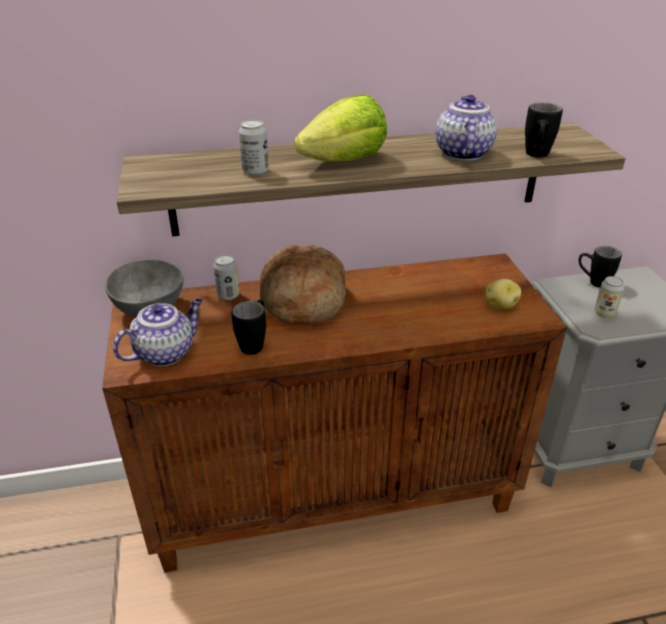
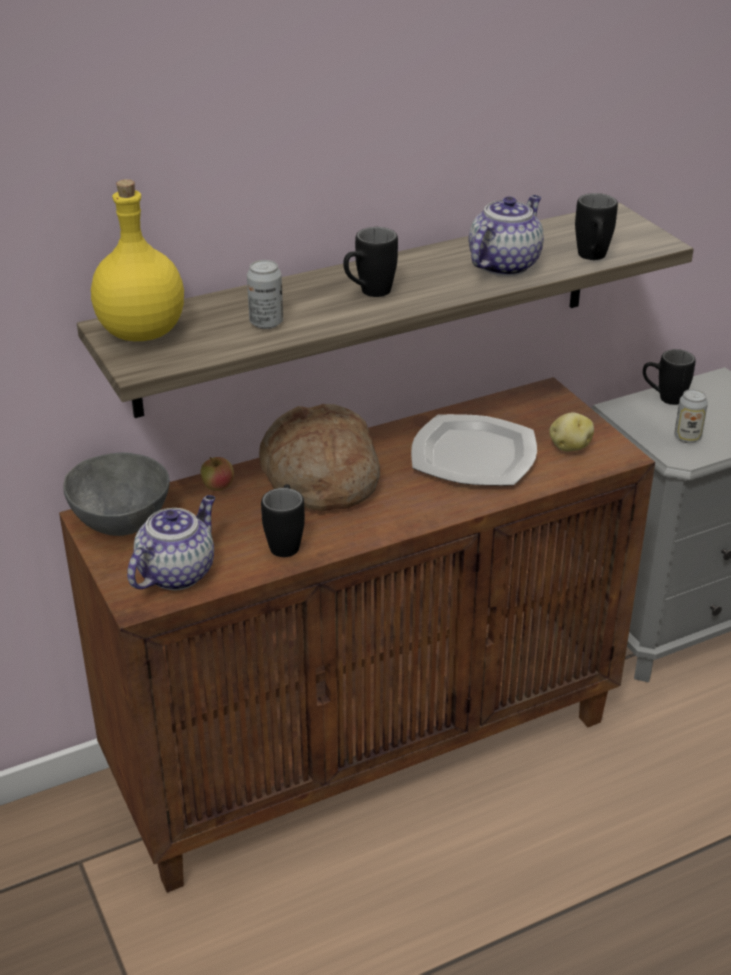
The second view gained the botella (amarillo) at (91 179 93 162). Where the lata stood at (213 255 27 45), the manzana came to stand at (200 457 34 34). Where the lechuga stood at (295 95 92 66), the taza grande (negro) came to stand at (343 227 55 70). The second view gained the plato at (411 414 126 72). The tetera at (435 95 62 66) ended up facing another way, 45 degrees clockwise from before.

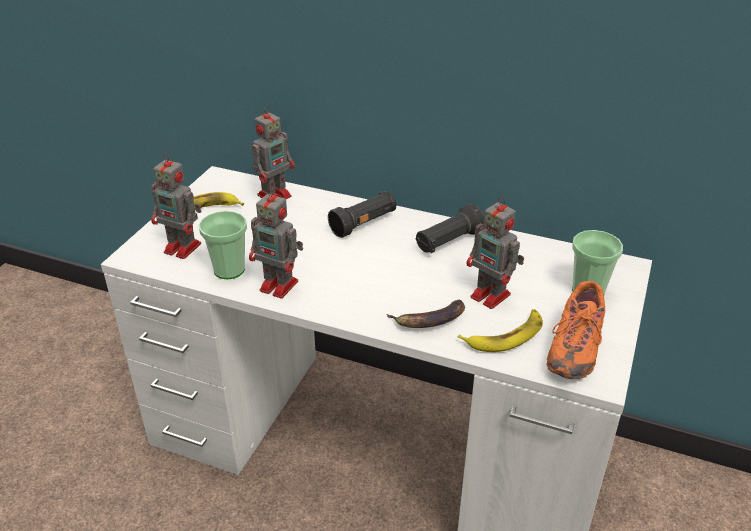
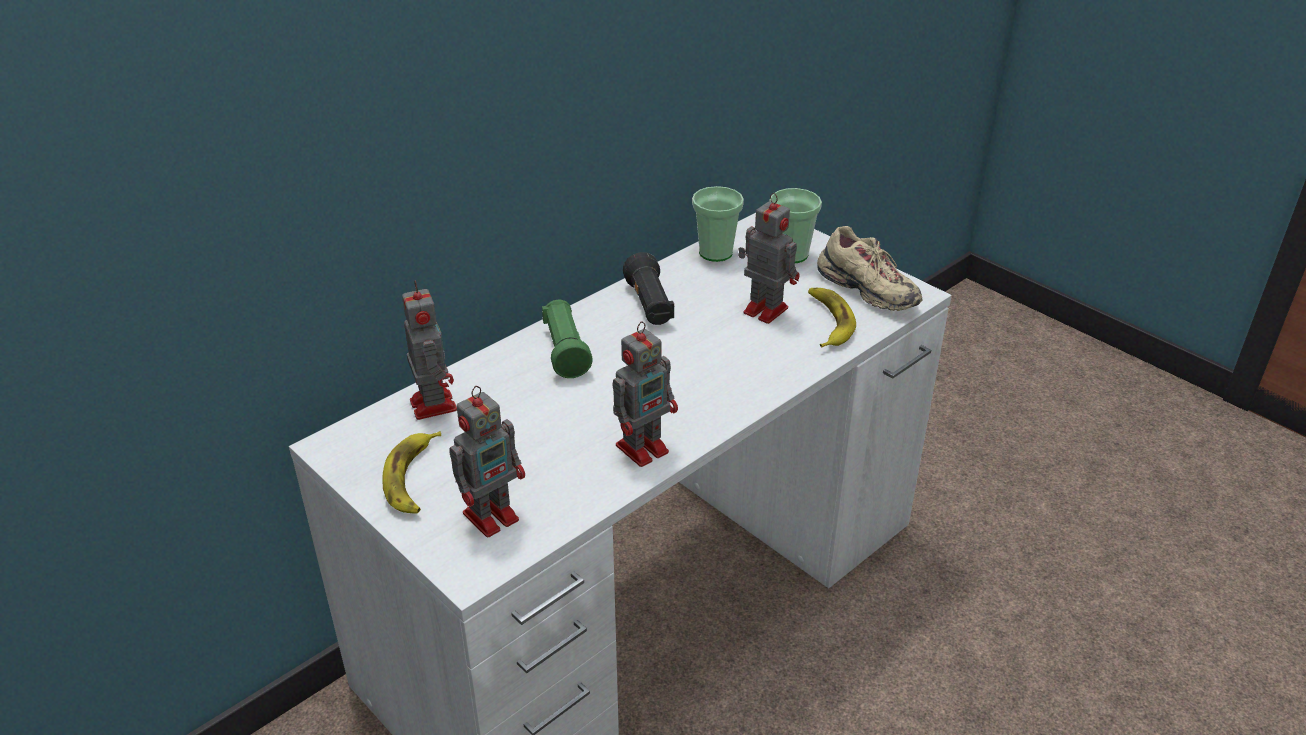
What was the linterna (negro) at (328 191 69 47) turned into the linterna (verde) at (542 300 51 78). The taza ended up elsewhere, having gone from (199 211 48 69) to (692 186 52 76). The robot de juguete at (467 196 57 113) ended up facing another way, 120 degrees counterclockwise from before. What was the zapato (naranja) at (547 281 58 98) turned into the zapato (beis) at (817 226 105 85). The second view lost the plátano at (386 299 79 29).

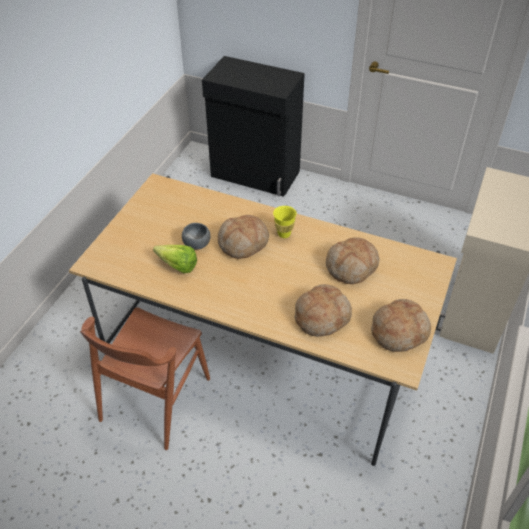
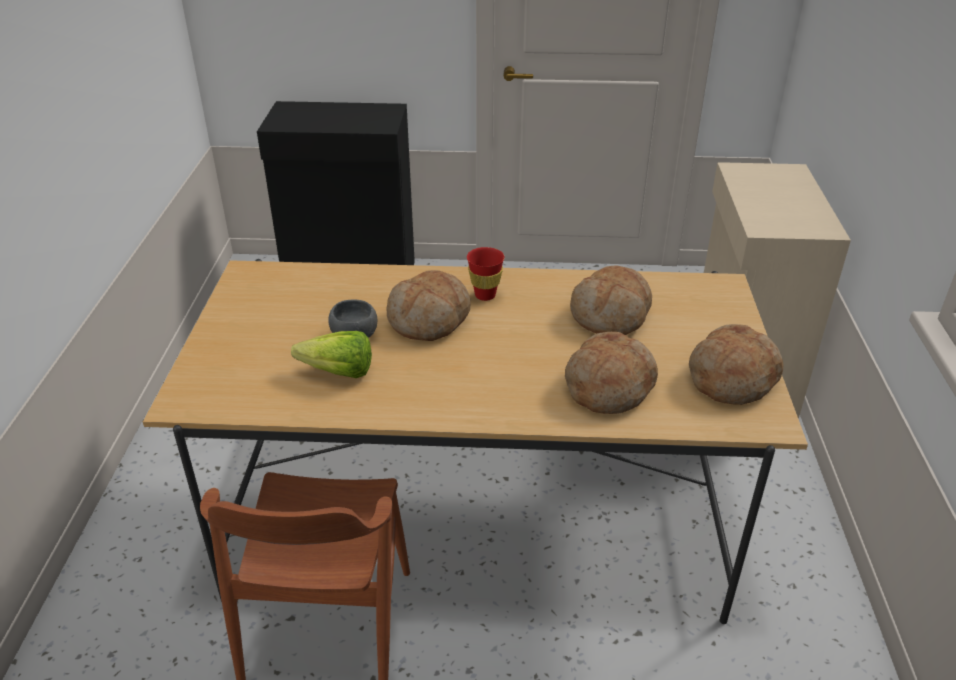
What was the taza (amarillo) at (273 206 24 32) turned into the taza (rojo) at (467 247 37 54).

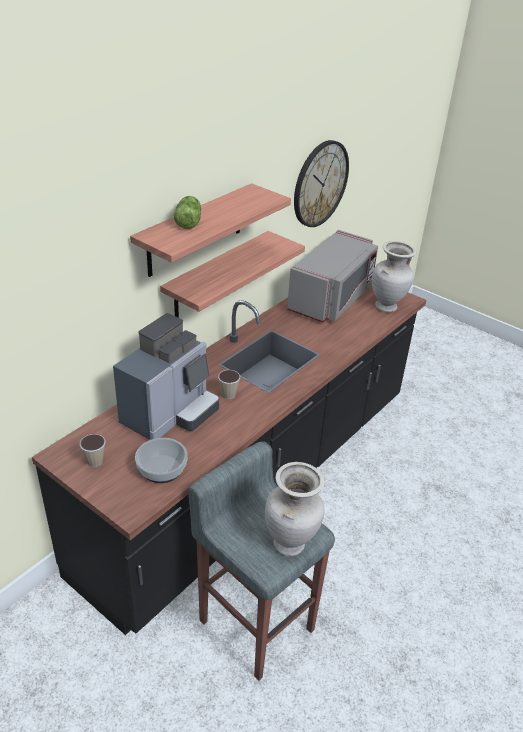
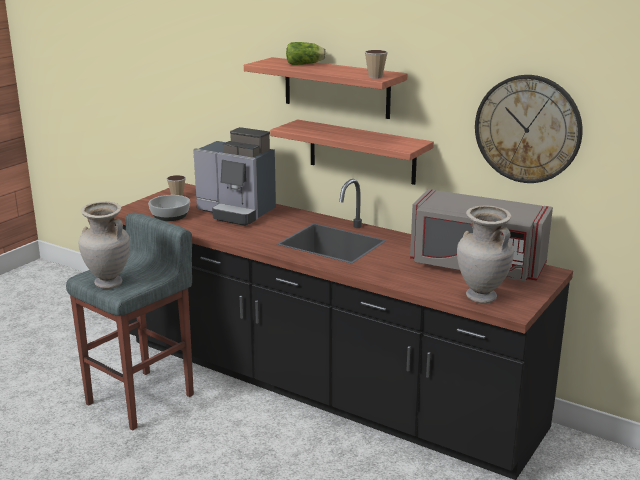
The taza ended up elsewhere, having gone from (218 370 22 29) to (365 50 23 29).

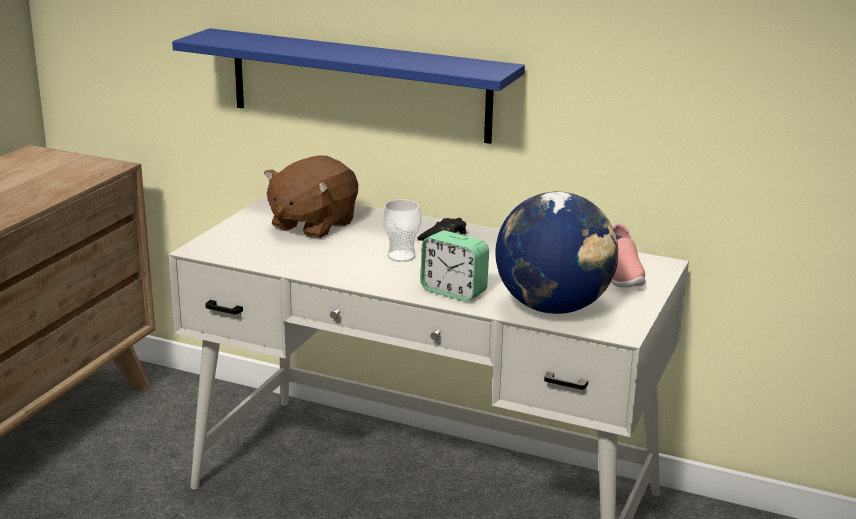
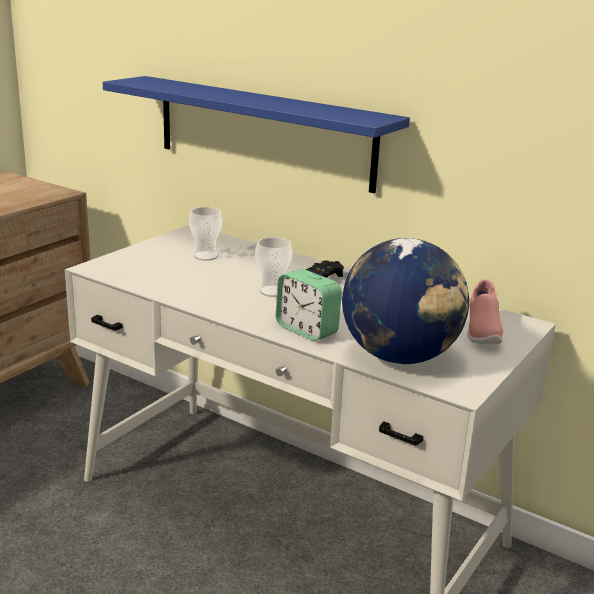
Where the peluche (marrón) stood at (264 156 94 83), the taza came to stand at (189 207 34 54).

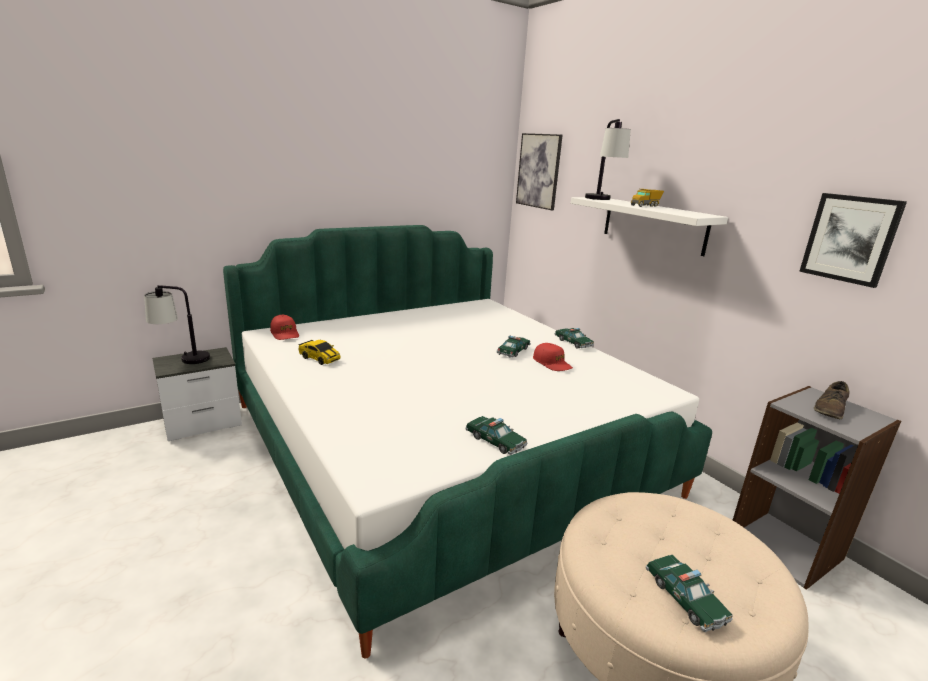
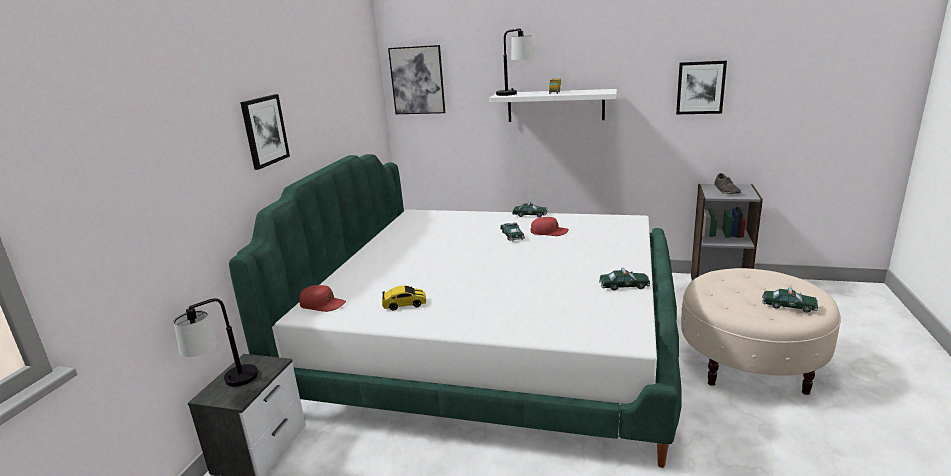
The second view gained the cuadro at (240 94 50 76).

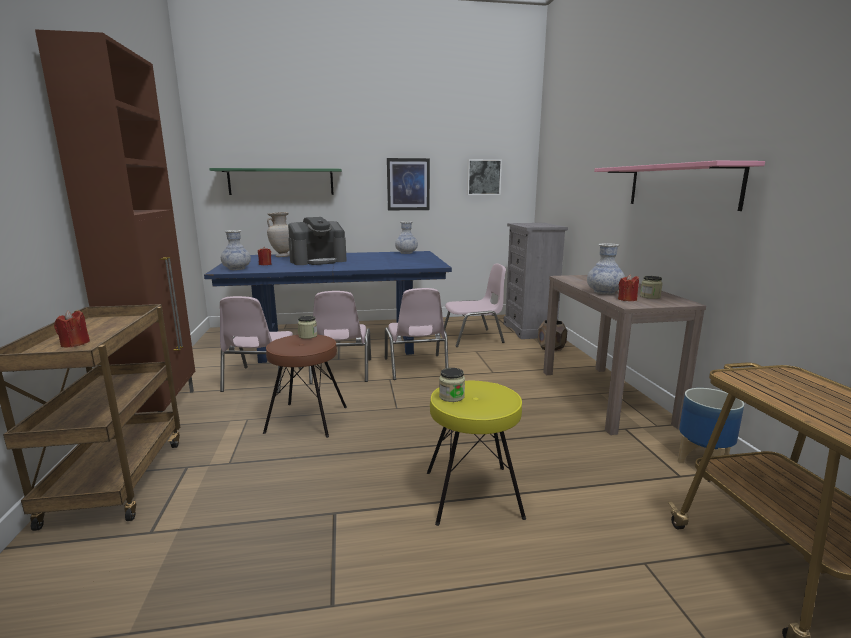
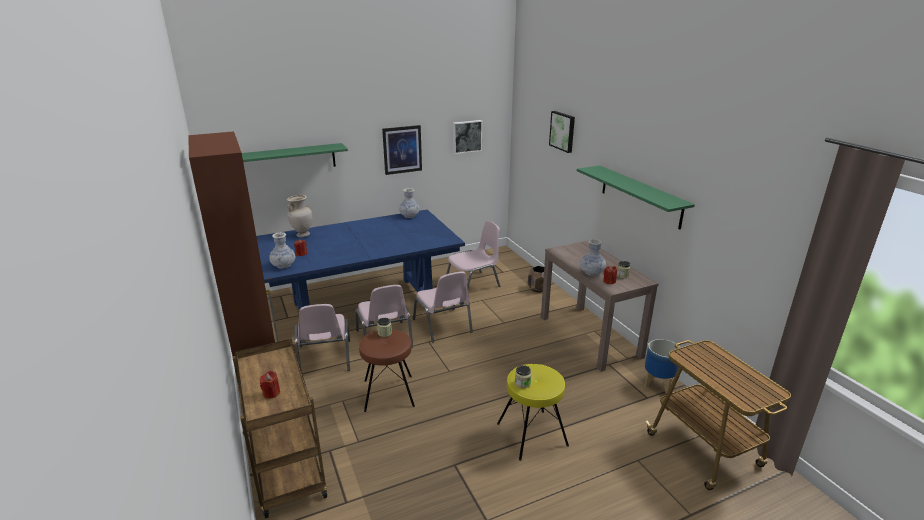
The second view gained the cuadro at (549 111 26 42). What was the estante (rosa) at (594 161 171 50) turned into the estante (verde) at (577 165 118 65). The second view lost the cafetera at (288 217 59 48). The second view lost the cómoda (gris) at (504 223 64 116).

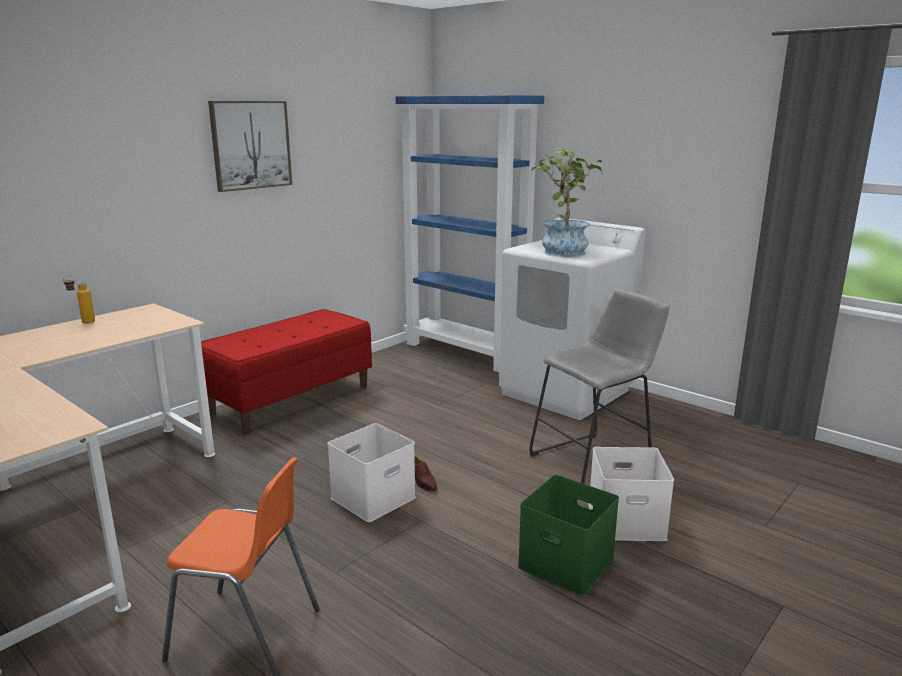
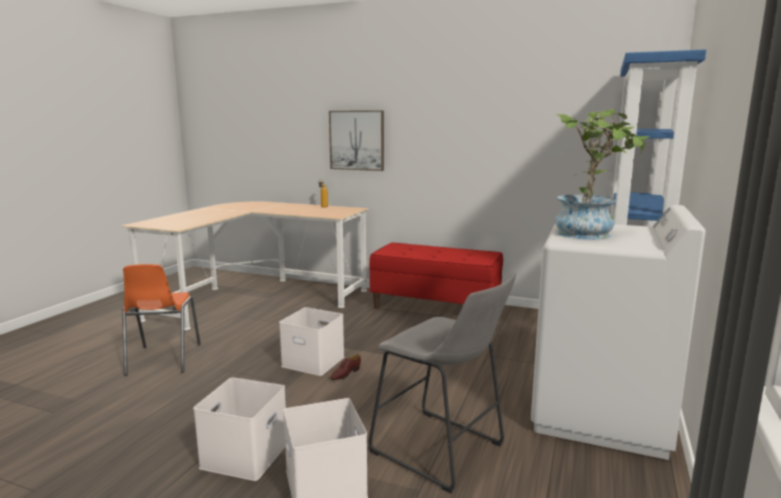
What was the caja de almacenaje (verde) at (518 475 101 121) turned into the caja de almacenaje (blanco) at (193 377 93 104). The cuadro ended up elsewhere, having gone from (208 101 84 91) to (329 110 55 61).

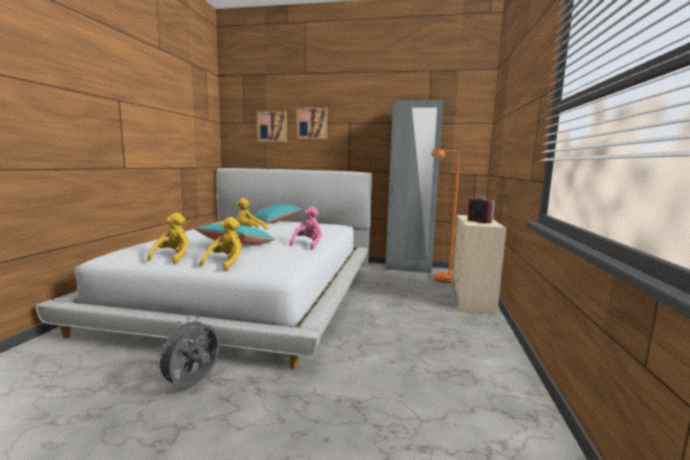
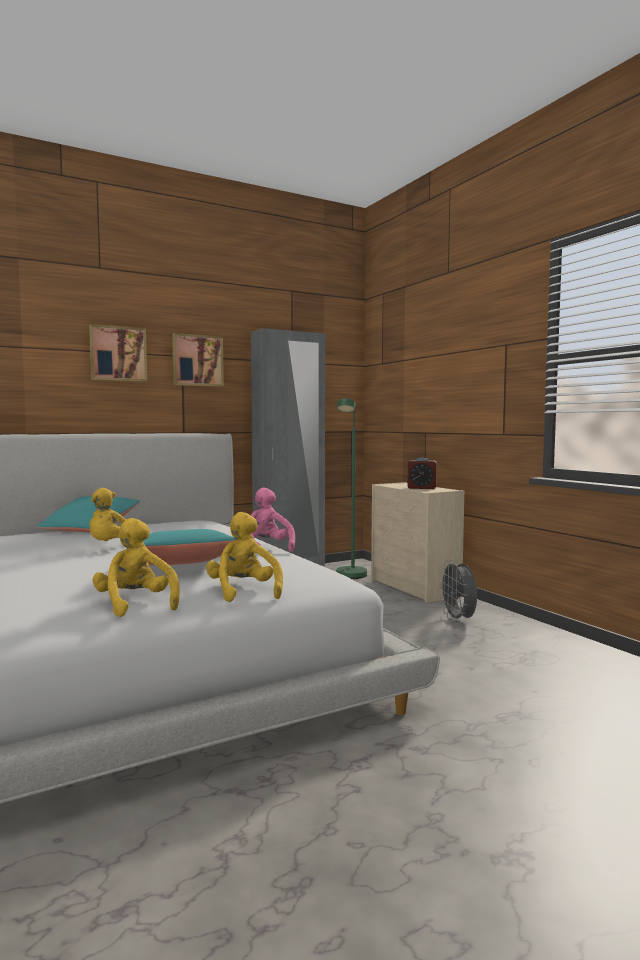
The cuadro ended up elsewhere, having gone from (257 111 30 31) to (172 333 52 54). What was the lámpara de pie (naranja) at (431 149 28 134) turned into the lámpara de pie (verde) at (336 398 31 181). The ventilador (gris) ended up elsewhere, having gone from (154 317 66 71) to (438 560 39 63).

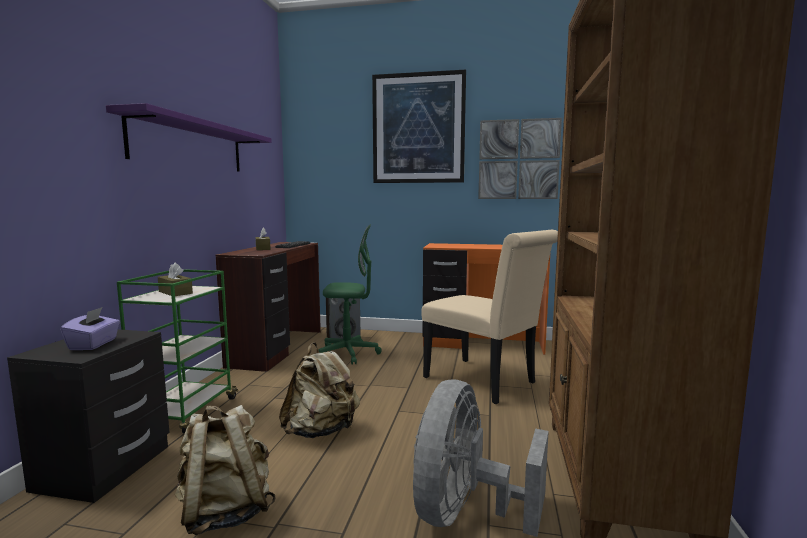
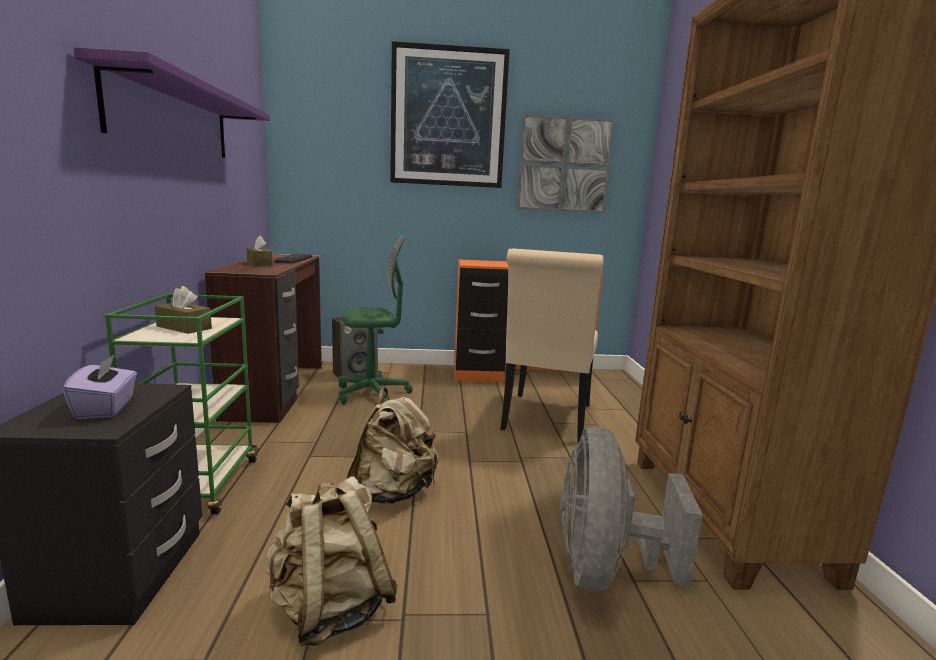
The silla (beis) at (421 230 137 174) ended up facing another way, 75 degrees clockwise from before.

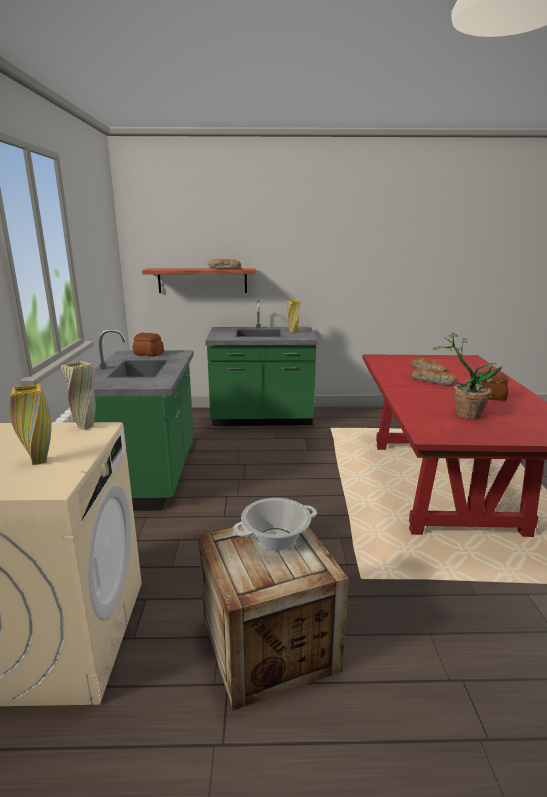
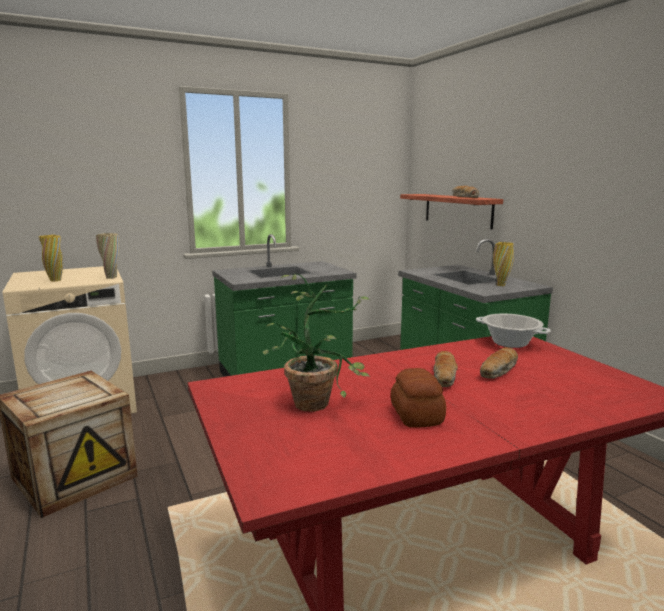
The olla ended up elsewhere, having gone from (233 498 84 53) to (476 314 75 34). The second view lost the pan at (133 333 31 24).

